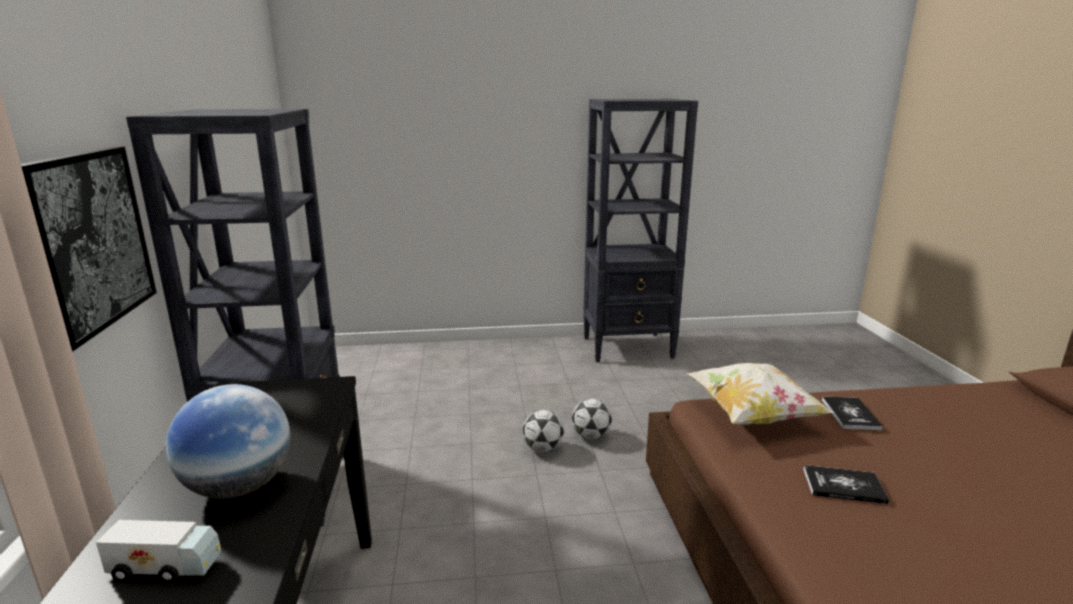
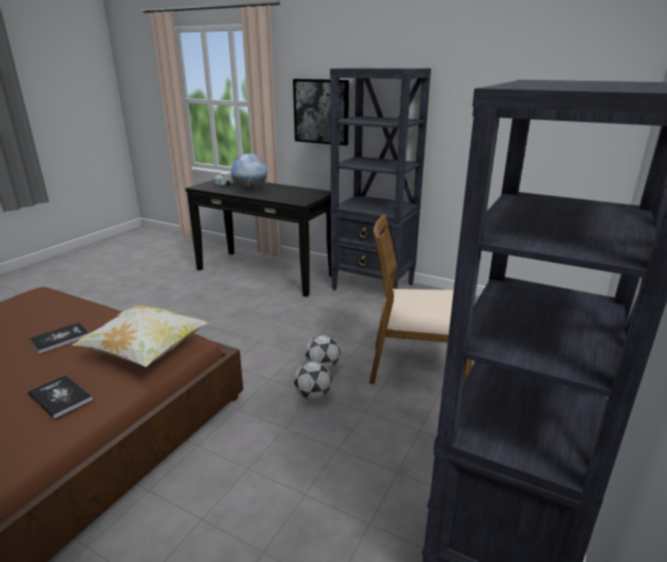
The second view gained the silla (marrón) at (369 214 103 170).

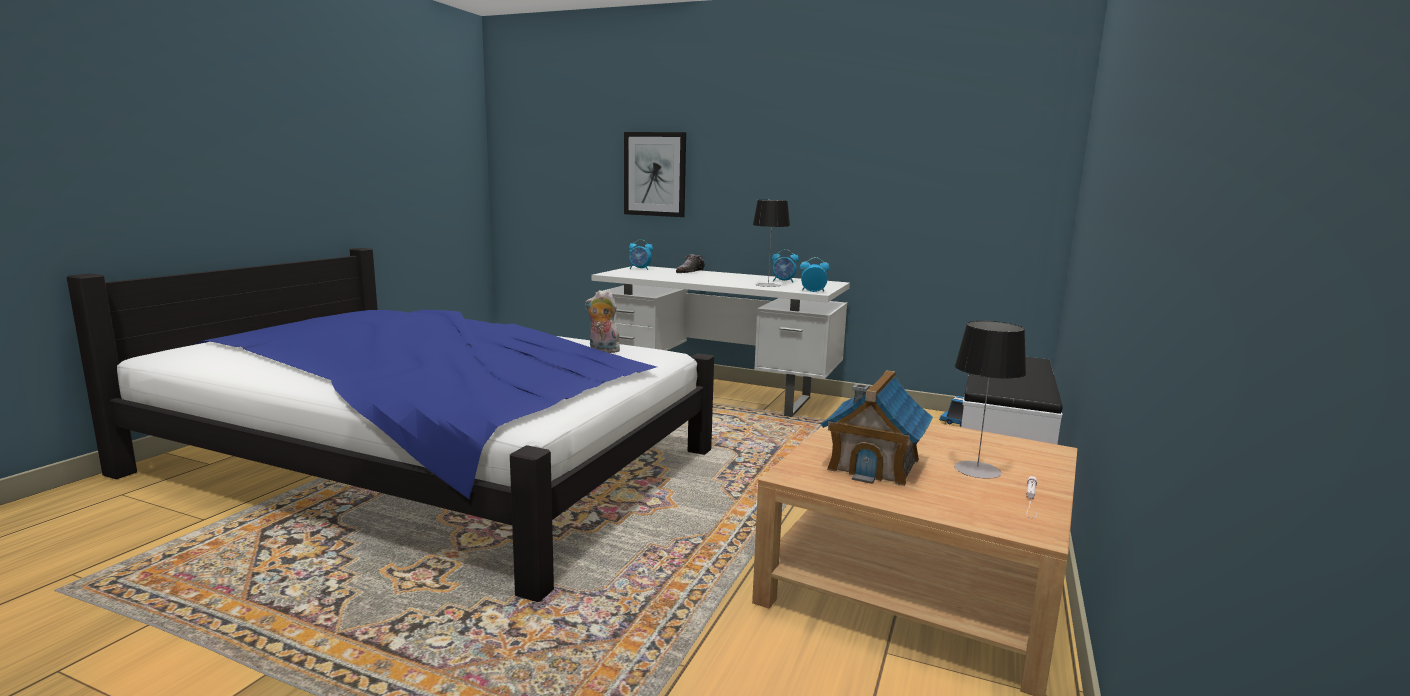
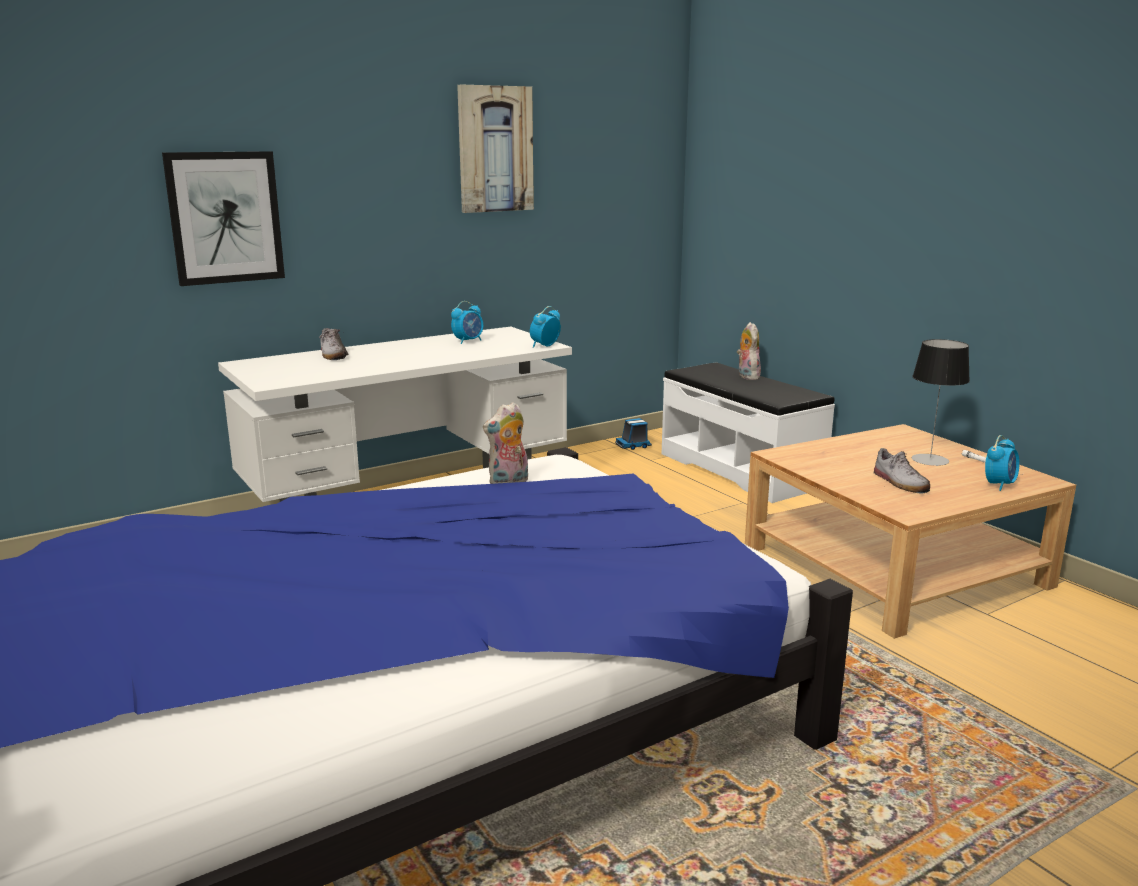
The second view gained the cuadro at (457 85 77 128). The second view gained the peluche at (737 322 24 58). Where the casita stood at (821 370 112 116), the zapato came to stand at (873 448 57 46). The despertador ended up elsewhere, having gone from (629 239 24 31) to (985 435 34 56). The second view lost the lámpara de mesa at (753 200 37 87).

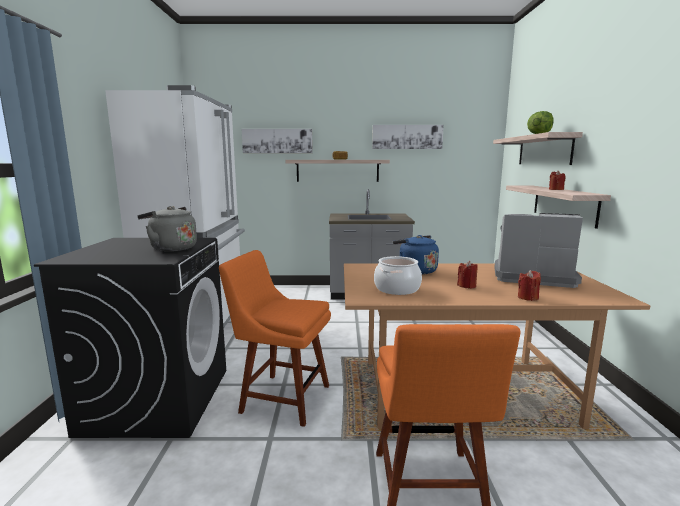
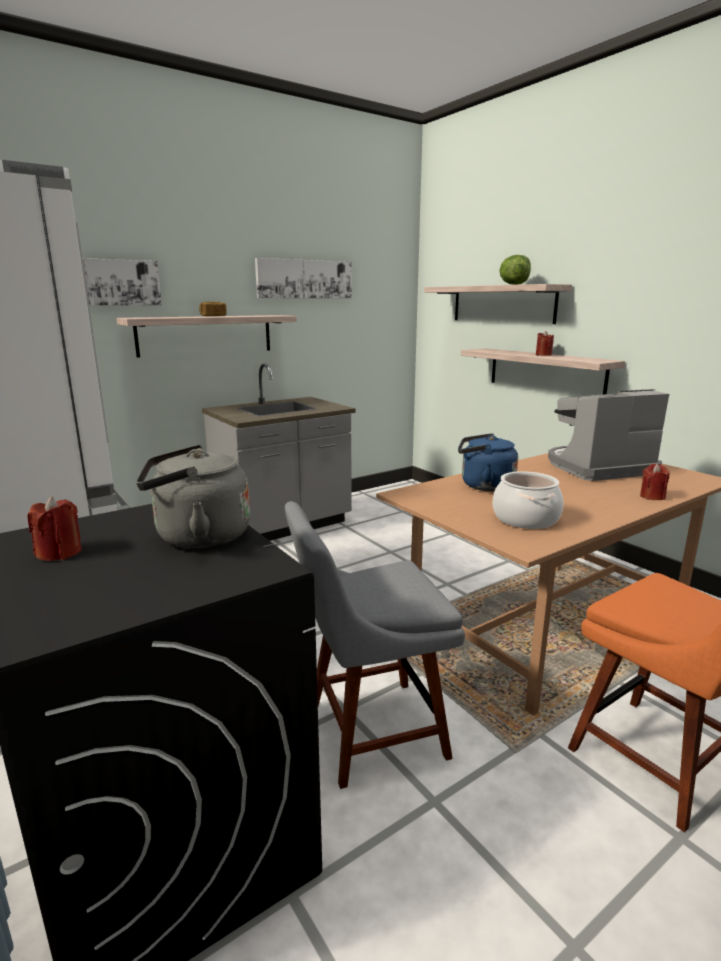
The vela (rojo) ended up elsewhere, having gone from (457 261 21 28) to (27 496 55 65). What was the silla (naranja) at (219 250 112 177) turned into the silla (gris) at (285 501 180 288).

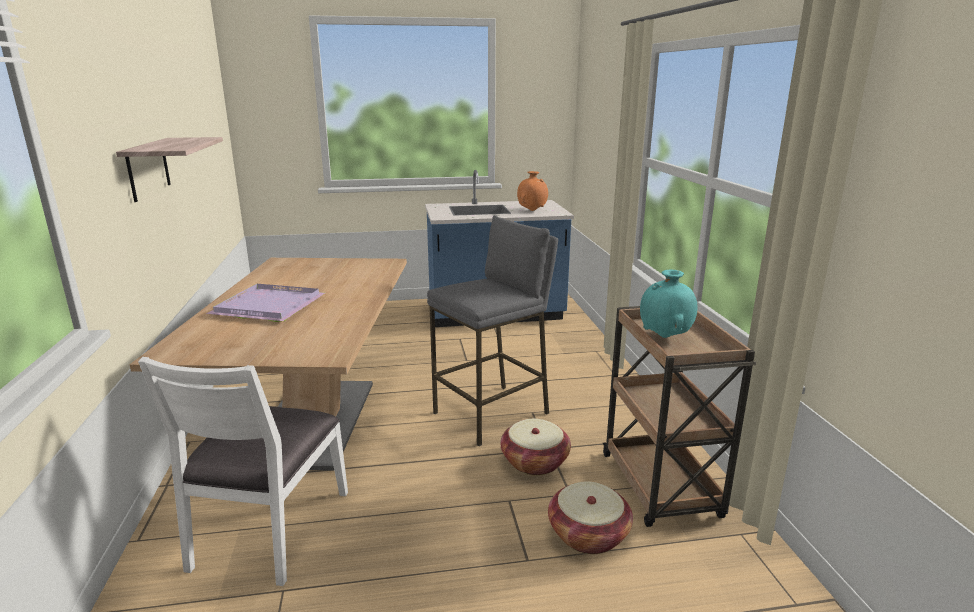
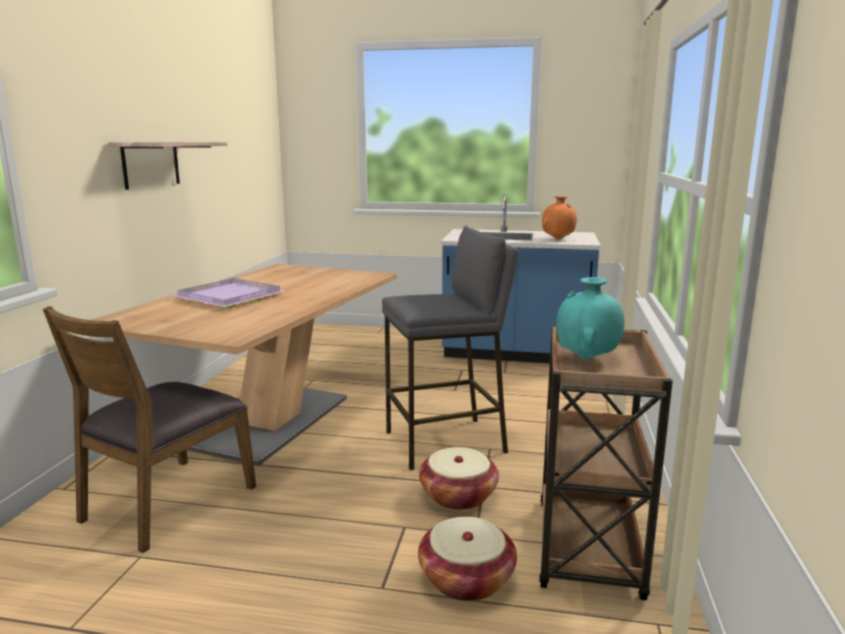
What was the silla (blanco) at (138 357 210 229) turned into the silla (marrón) at (43 306 213 247).

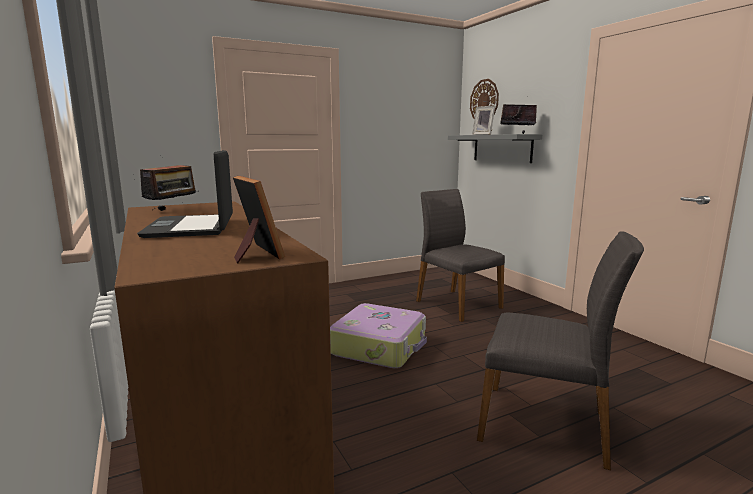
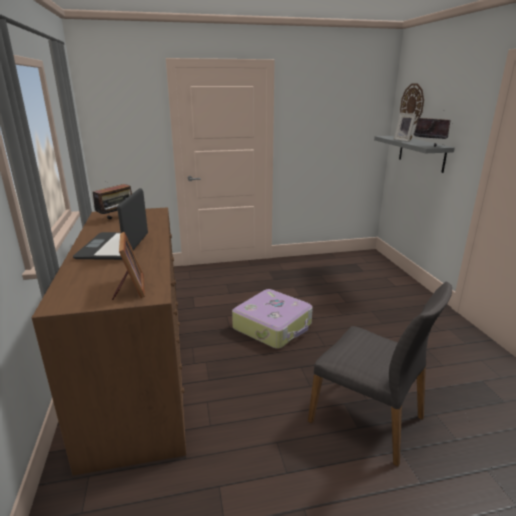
The second view lost the silla (gris) at (416 189 89 133).

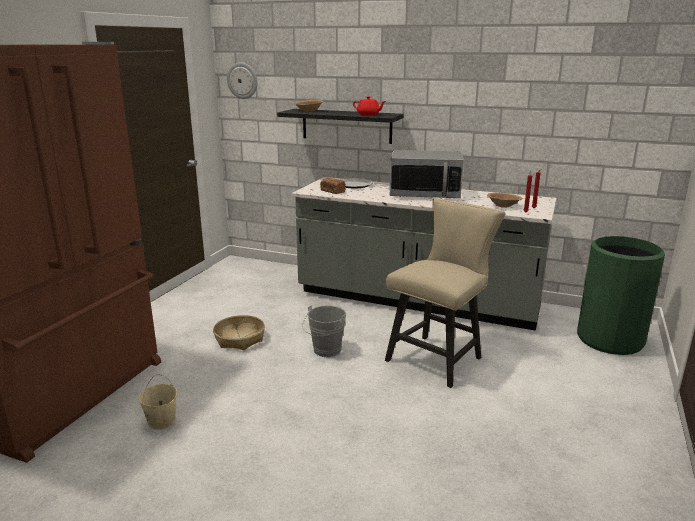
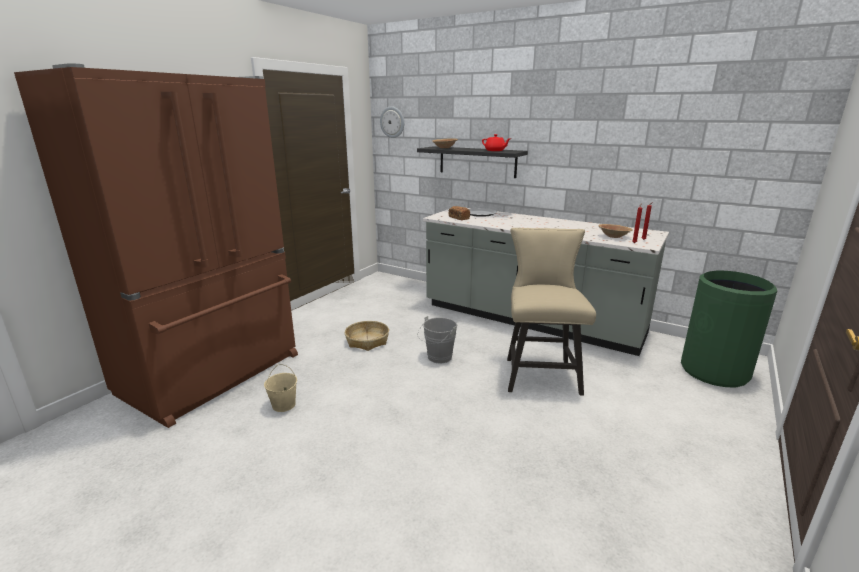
The silla (beis) at (385 198 120 190) ended up facing another way, 45 degrees counterclockwise from before. The second view lost the microondas at (390 150 74 48).

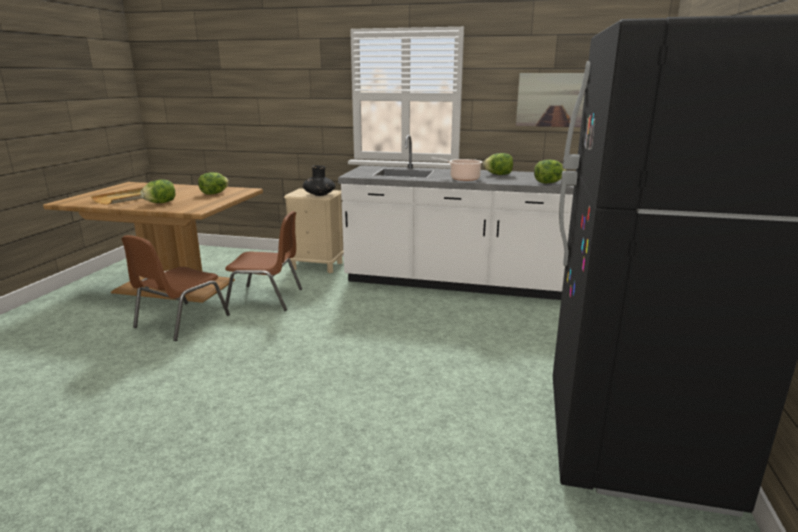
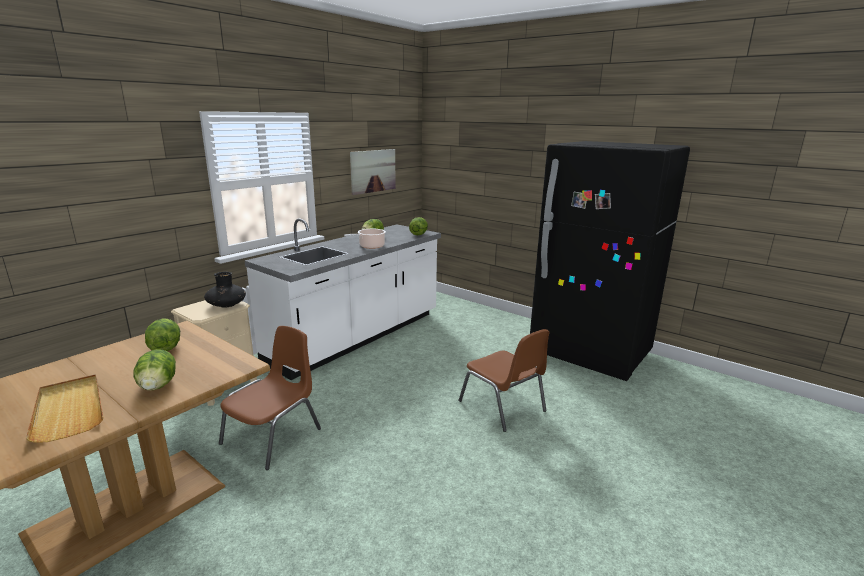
The silla (marrón) ended up elsewhere, having gone from (122 235 108 106) to (458 329 92 103).

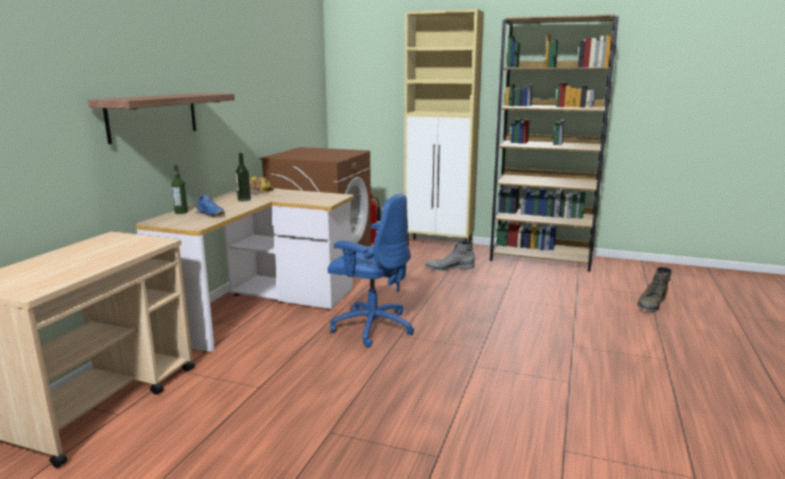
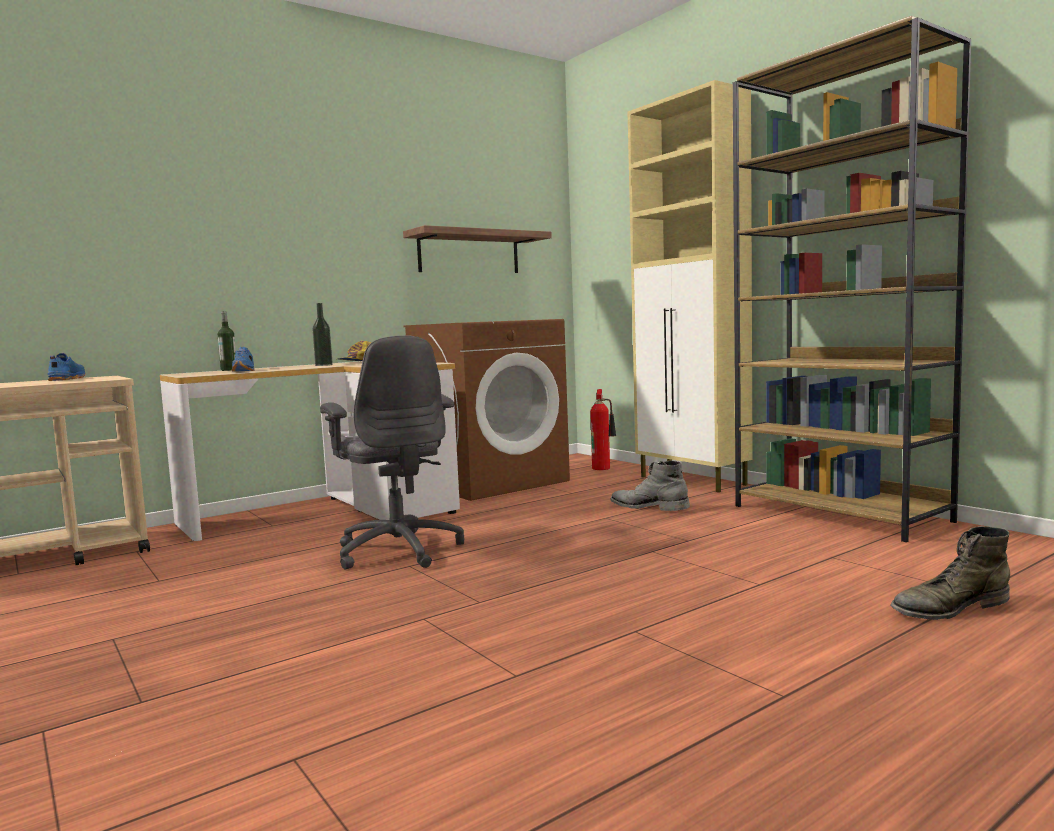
The second view gained the zapato (azul) at (48 353 37 28). What was the silla de oficina (azul) at (328 193 86 155) turned into the silla de oficina (gris) at (320 335 144 234). The estante ended up elsewhere, having gone from (88 93 147 51) to (403 225 149 48).

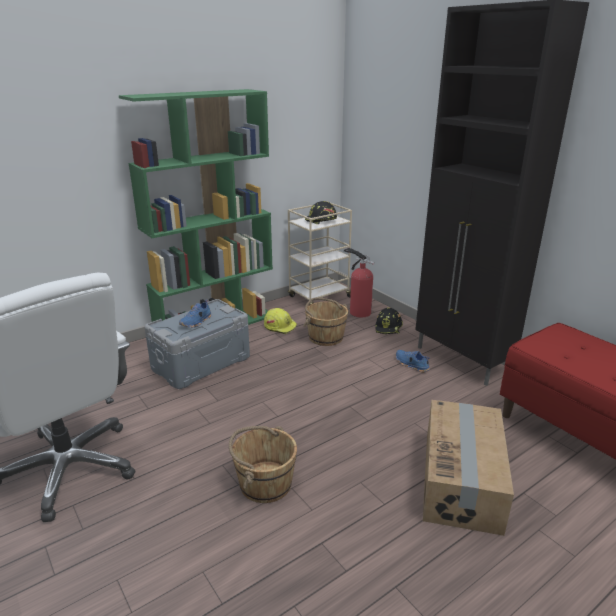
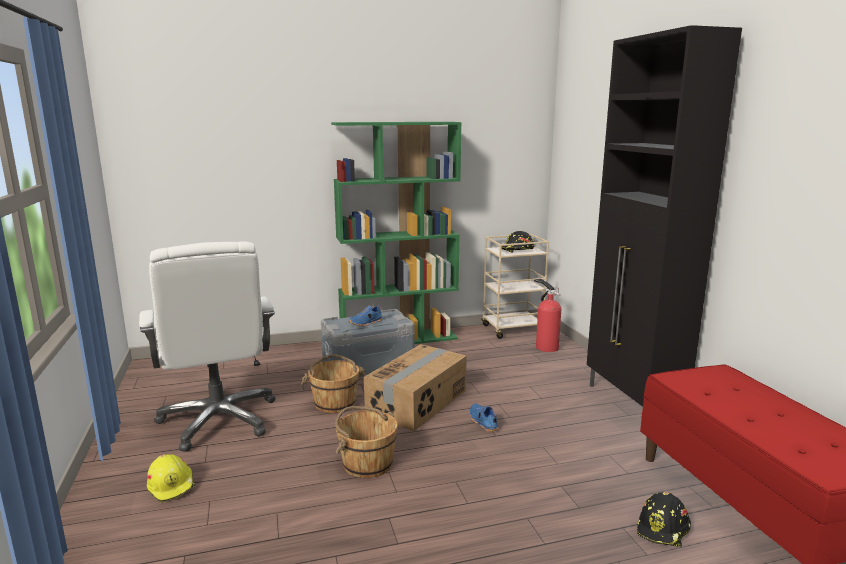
The casco (amarillo) ended up elsewhere, having gone from (264 308 33 26) to (147 454 49 49). The cubo (marrón) ended up elsewhere, having gone from (303 297 46 49) to (301 354 65 59). The caja de cartón ended up elsewhere, having gone from (423 400 91 136) to (364 344 103 87). The zapato (azul) ended up elsewhere, having gone from (396 350 34 22) to (470 404 29 28). The casco (negro) ended up elsewhere, having gone from (375 307 28 27) to (637 492 54 55).

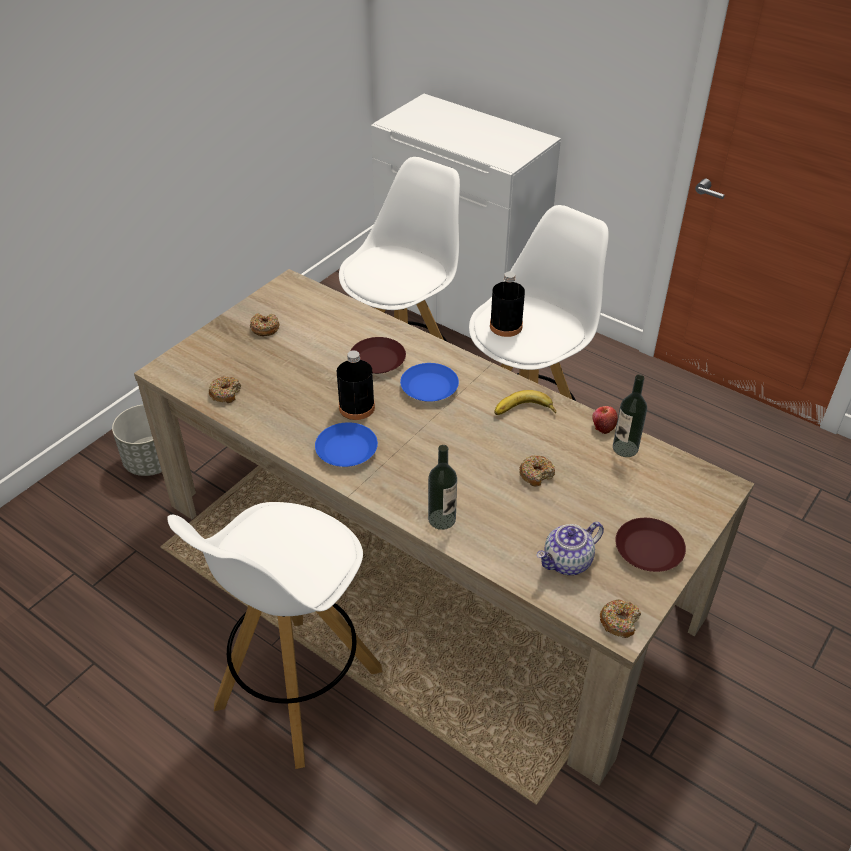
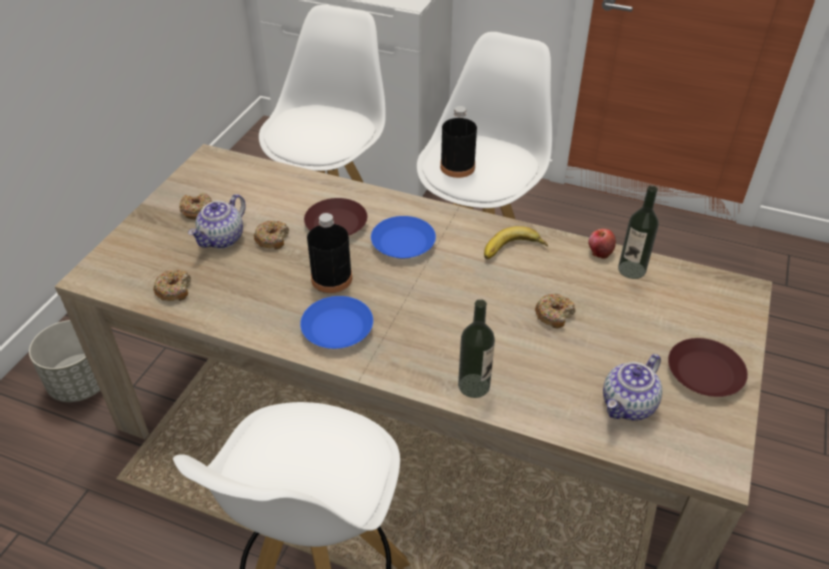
The second view gained the tetera at (188 194 58 54). The rosquilla ended up elsewhere, having gone from (600 599 41 39) to (254 221 35 28).

